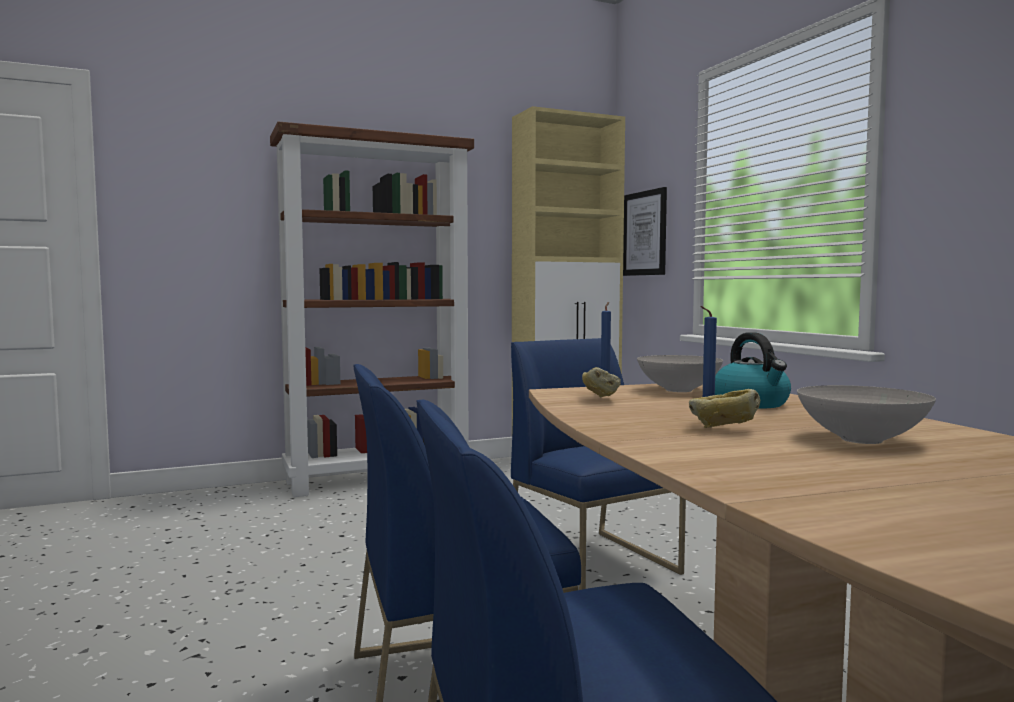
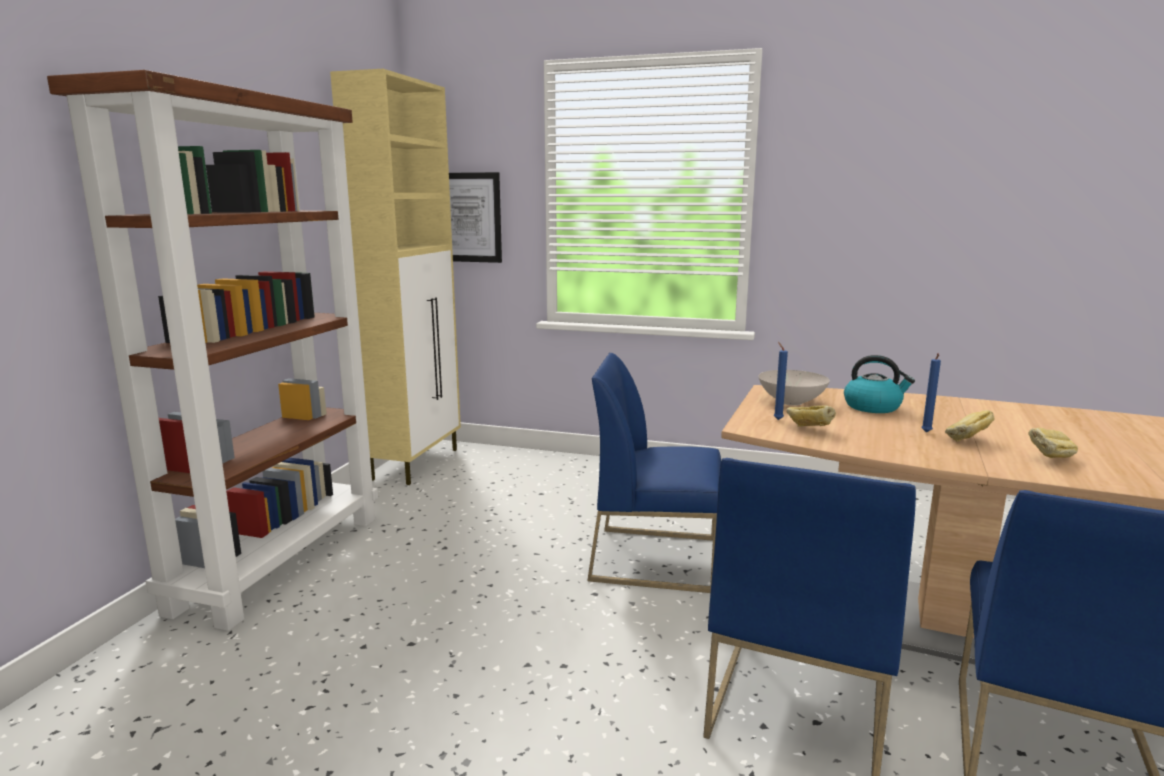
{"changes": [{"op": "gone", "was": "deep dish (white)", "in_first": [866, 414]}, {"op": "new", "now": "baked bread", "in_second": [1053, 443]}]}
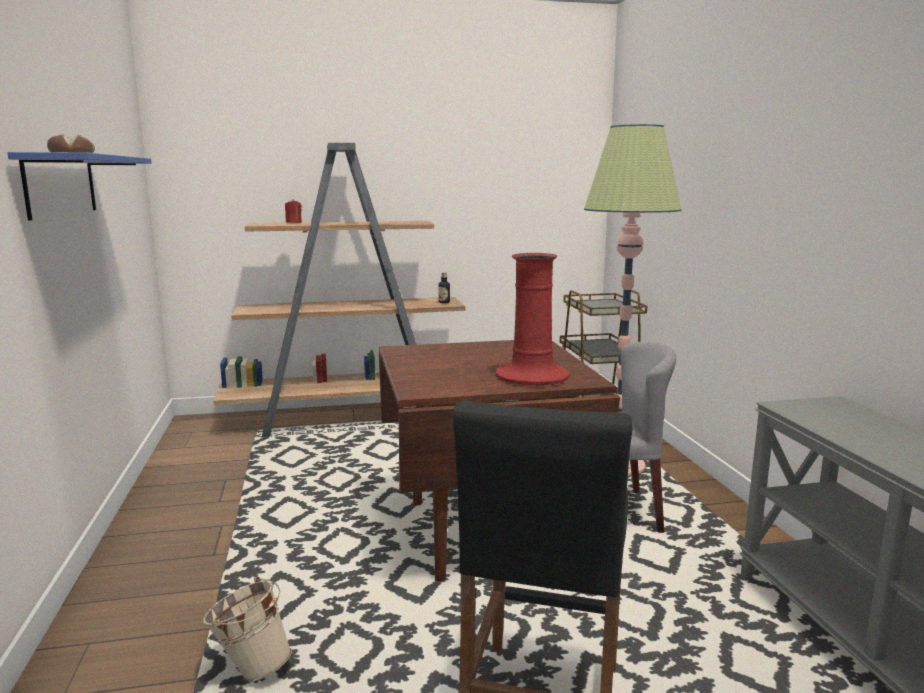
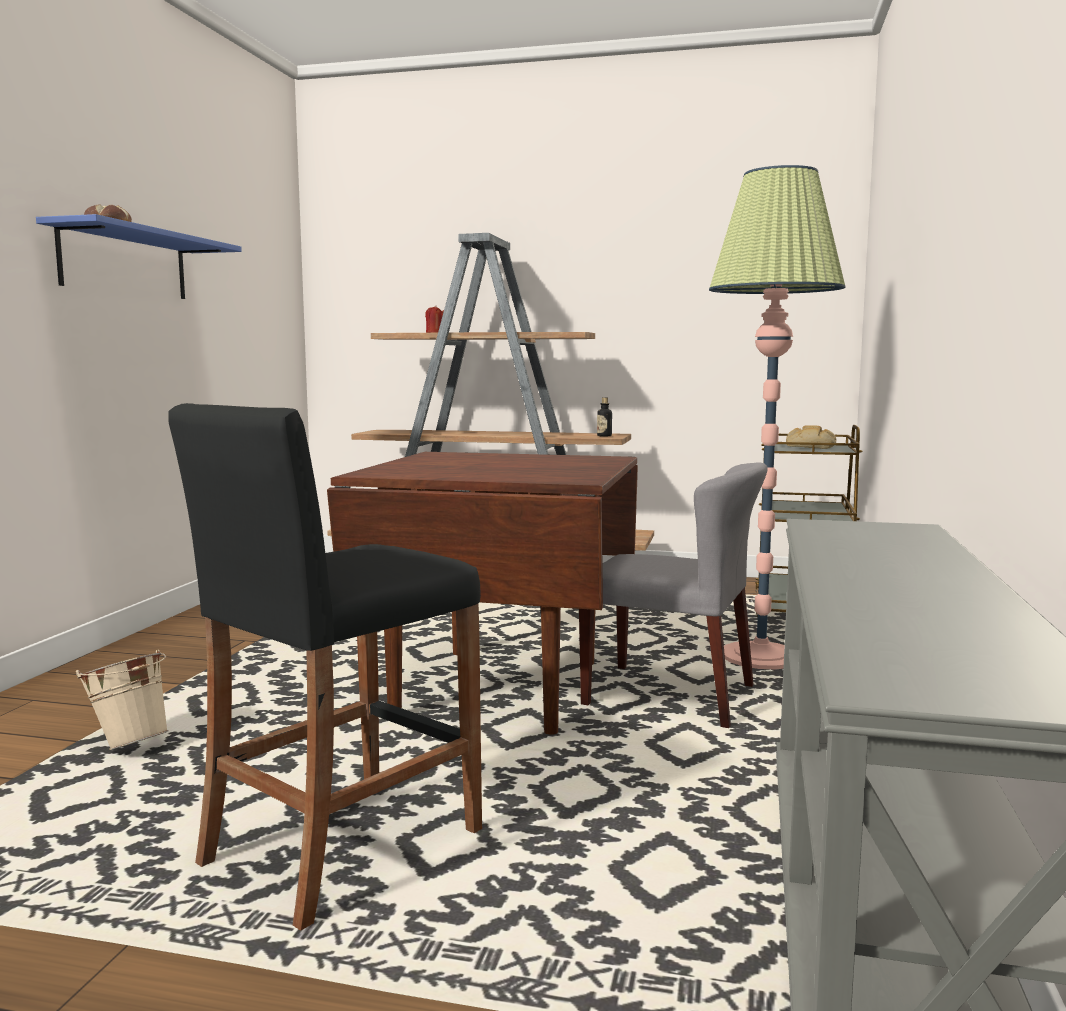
{"changes": [{"op": "gone", "was": "flower vase (red)", "in_first": [532, 319]}, {"op": "new", "now": "baked bread", "in_second": [811, 437]}]}
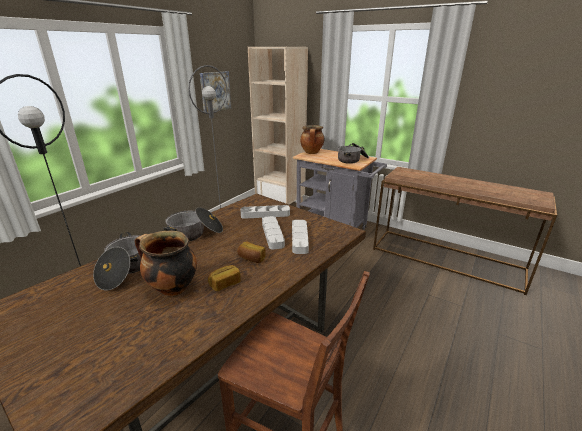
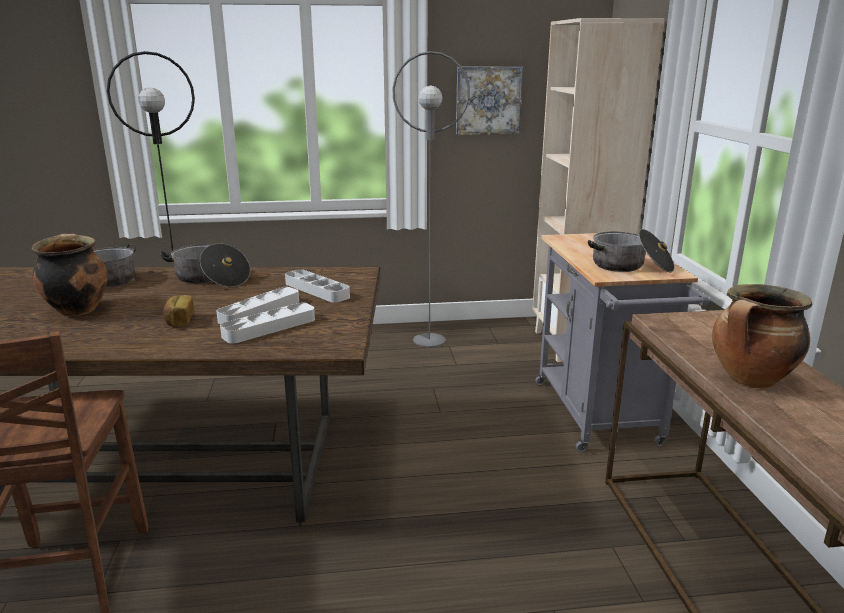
{"changes": [{"op": "gone", "was": "baked bread", "in_first": [224, 278]}, {"op": "shifted", "was": "saucepot", "in_first": [312, 139], "in_second": [762, 336]}]}
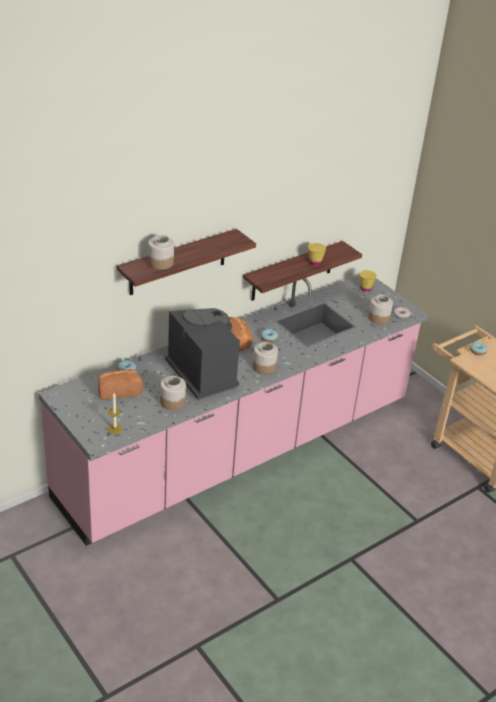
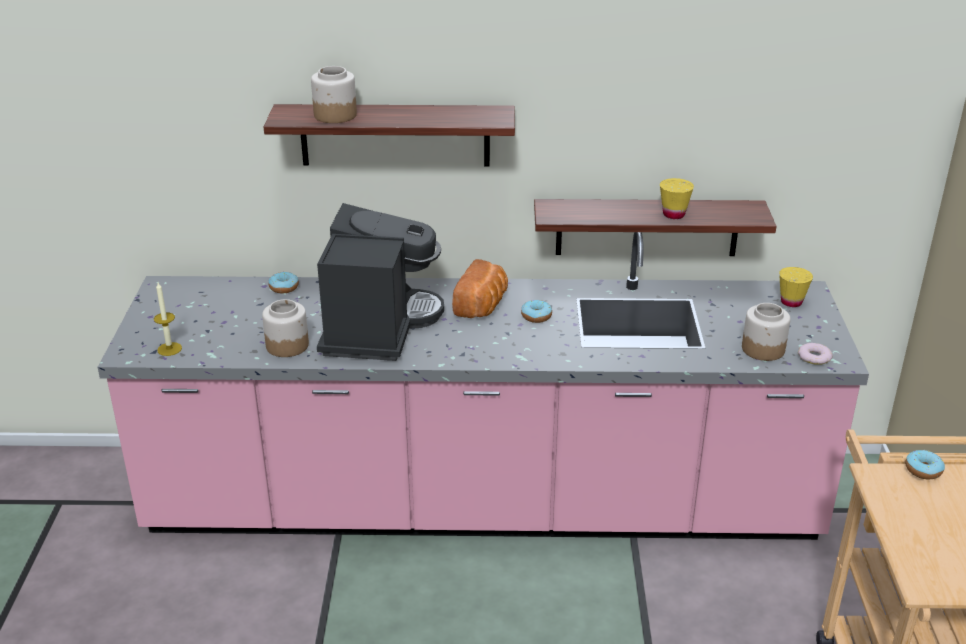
{"changes": [{"op": "gone", "was": "baked bread", "in_first": [120, 384]}, {"op": "gone", "was": "preserve jar", "in_first": [265, 358]}]}
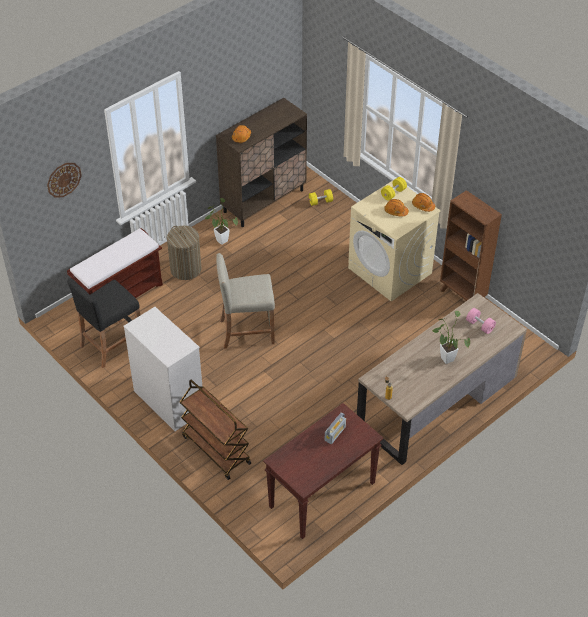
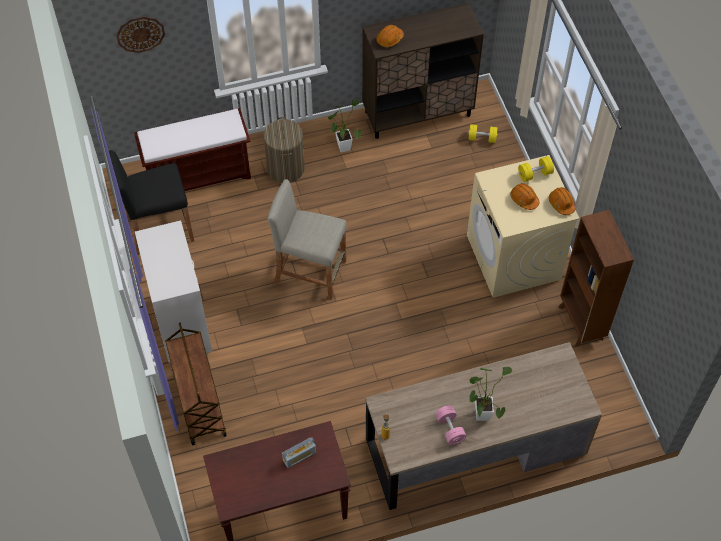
{"changes": [{"op": "shifted", "was": "dumbbell (pink)", "in_first": [481, 321], "in_second": [451, 425]}]}
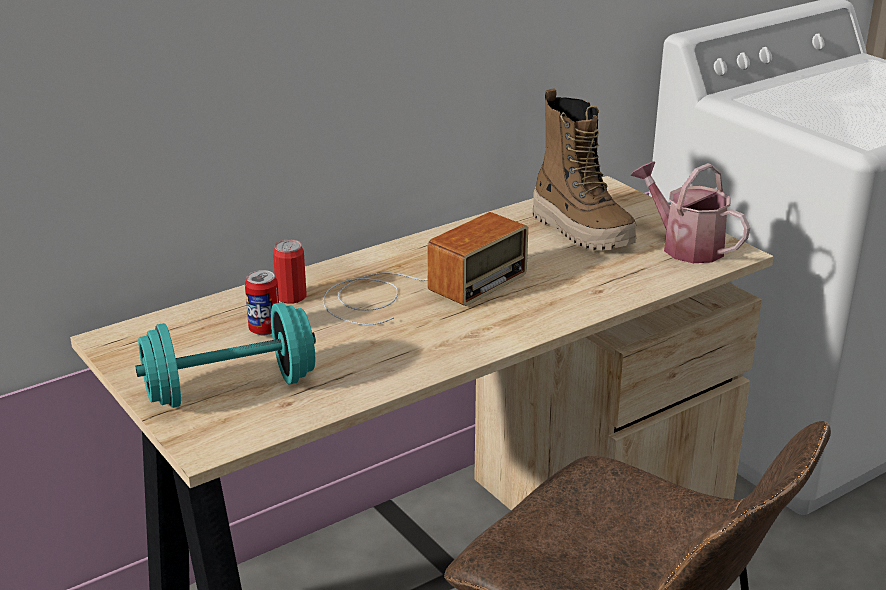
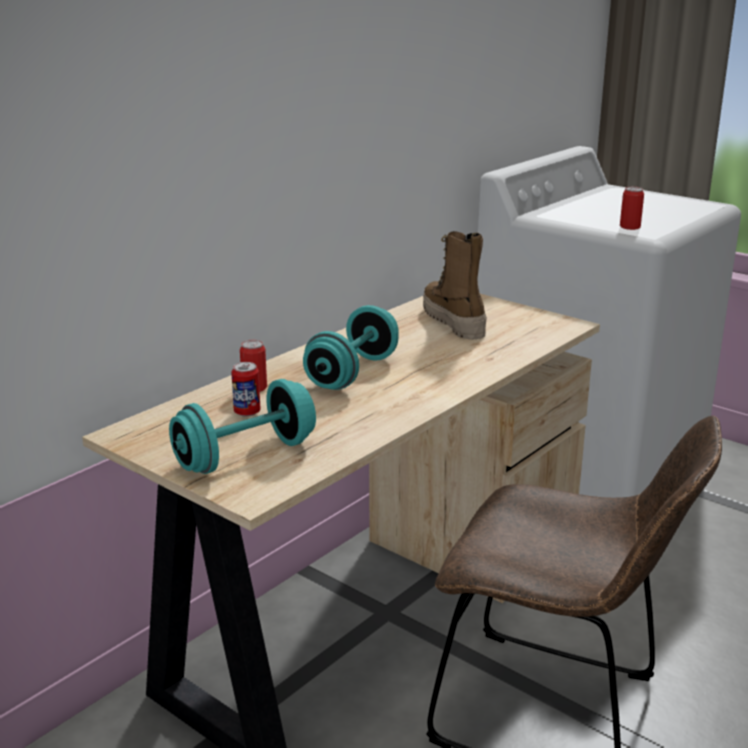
{"changes": [{"op": "swapped", "was": "radio", "now": "dumbbell (blue-green)", "in_first": [425, 268], "in_second": [351, 347]}, {"op": "rotated", "was": "boot", "in_first": [584, 169], "in_second": [455, 285], "clockwise": -150}, {"op": "gone", "was": "sprinkling can", "in_first": [690, 212]}, {"op": "new", "now": "metal can", "in_second": [632, 208]}]}
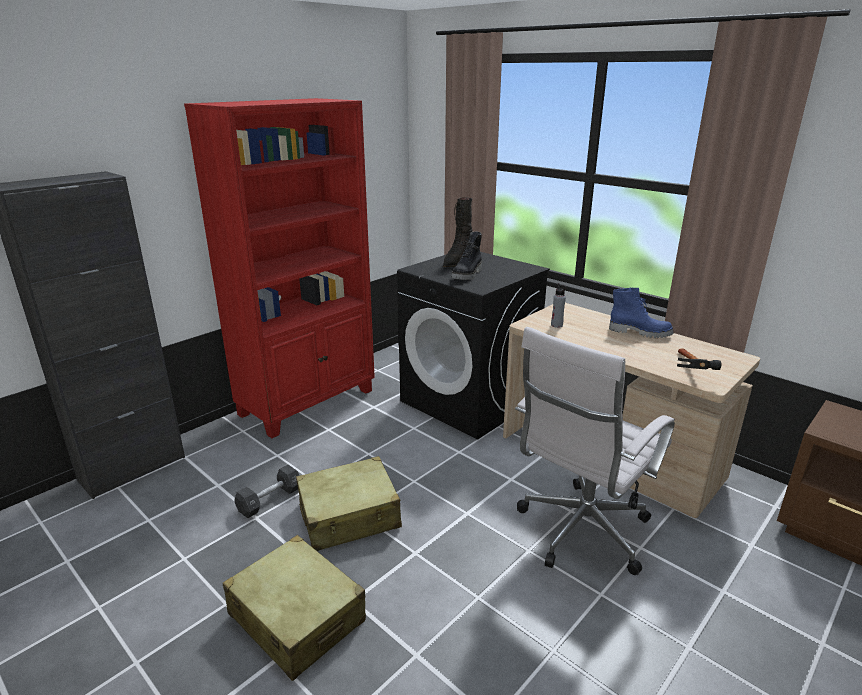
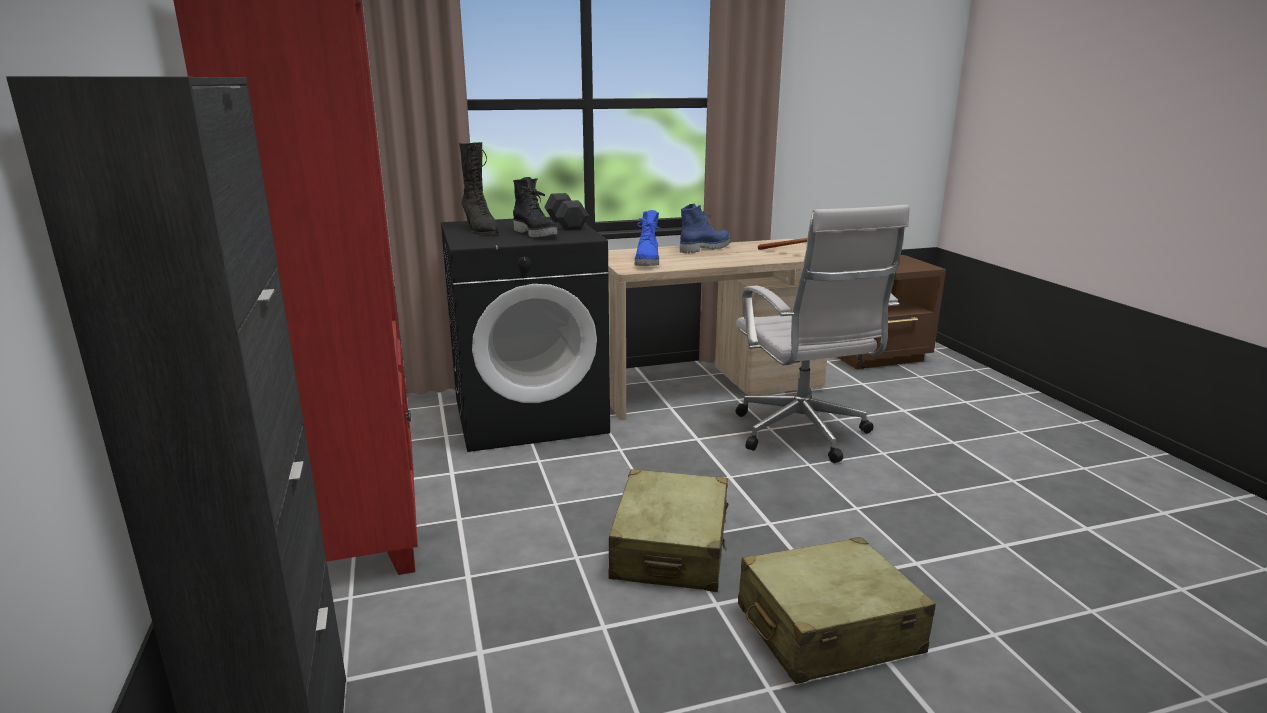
{"changes": [{"op": "shifted", "was": "dumbbell (blackish)", "in_first": [267, 491], "in_second": [566, 211]}, {"op": "swapped", "was": "beverage bottle (gray)", "now": "boot (bluish)", "in_first": [558, 305], "in_second": [647, 238]}]}
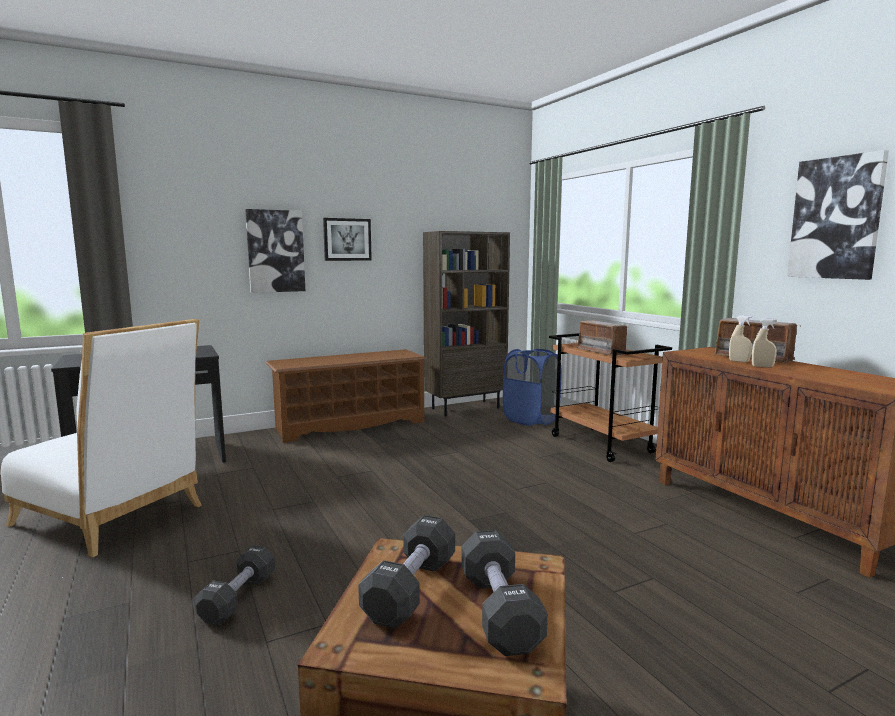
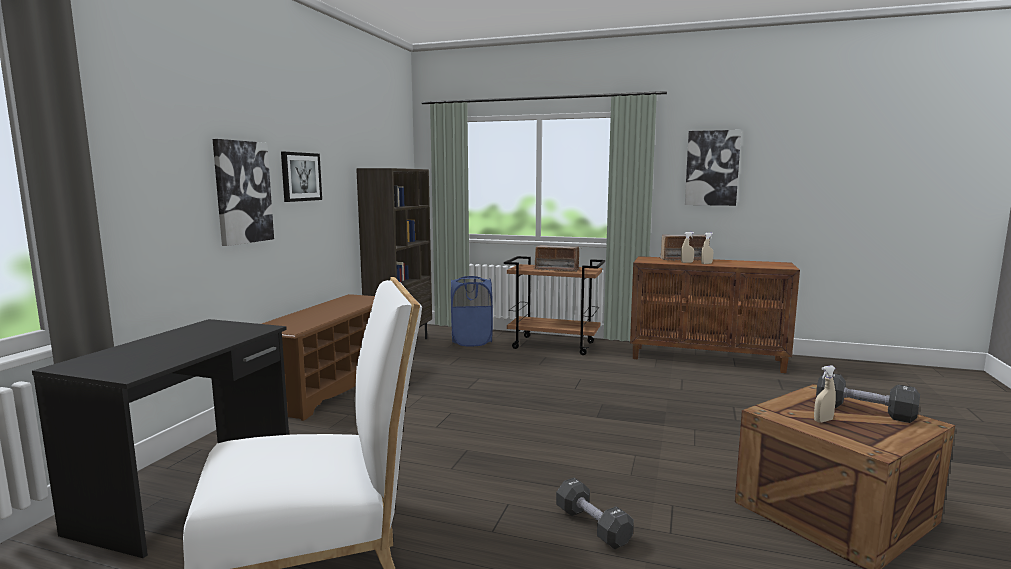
{"changes": [{"op": "swapped", "was": "dumbbell (blackish)", "now": "sprayer (beige)", "in_first": [406, 572], "in_second": [825, 394]}]}
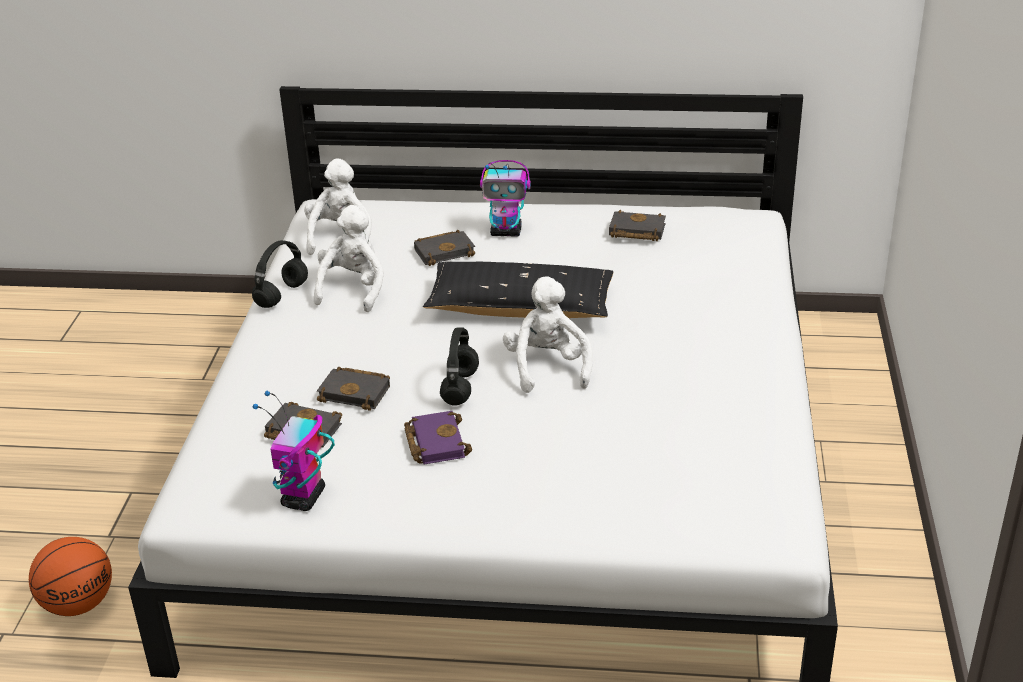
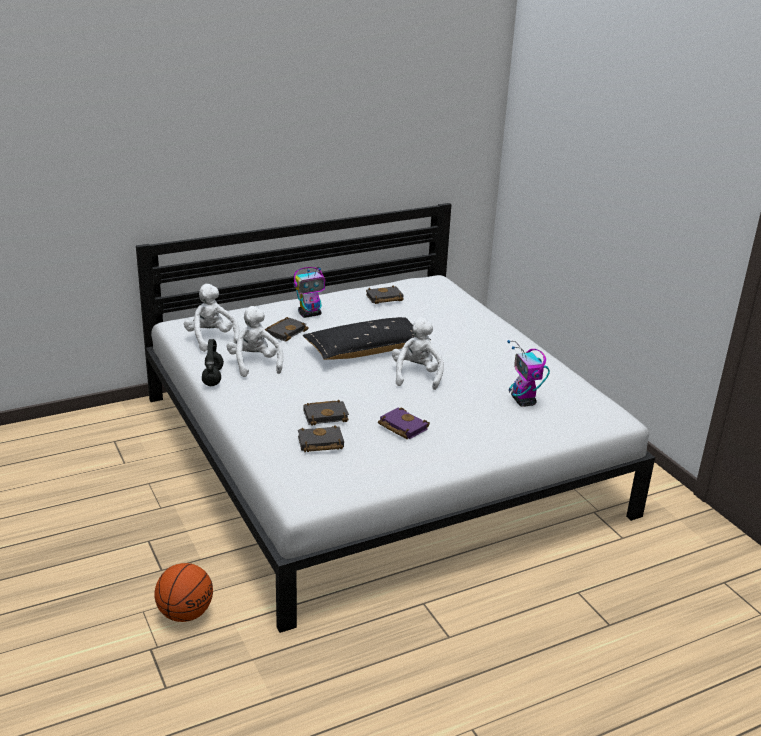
{"changes": [{"op": "shifted", "was": "robot figure", "in_first": [293, 451], "in_second": [528, 373]}, {"op": "gone", "was": "headphones (blackish)", "in_first": [459, 367]}, {"op": "rotated", "was": "plush toy (white)", "in_first": [548, 335], "in_second": [418, 353], "clockwise": 45}]}
